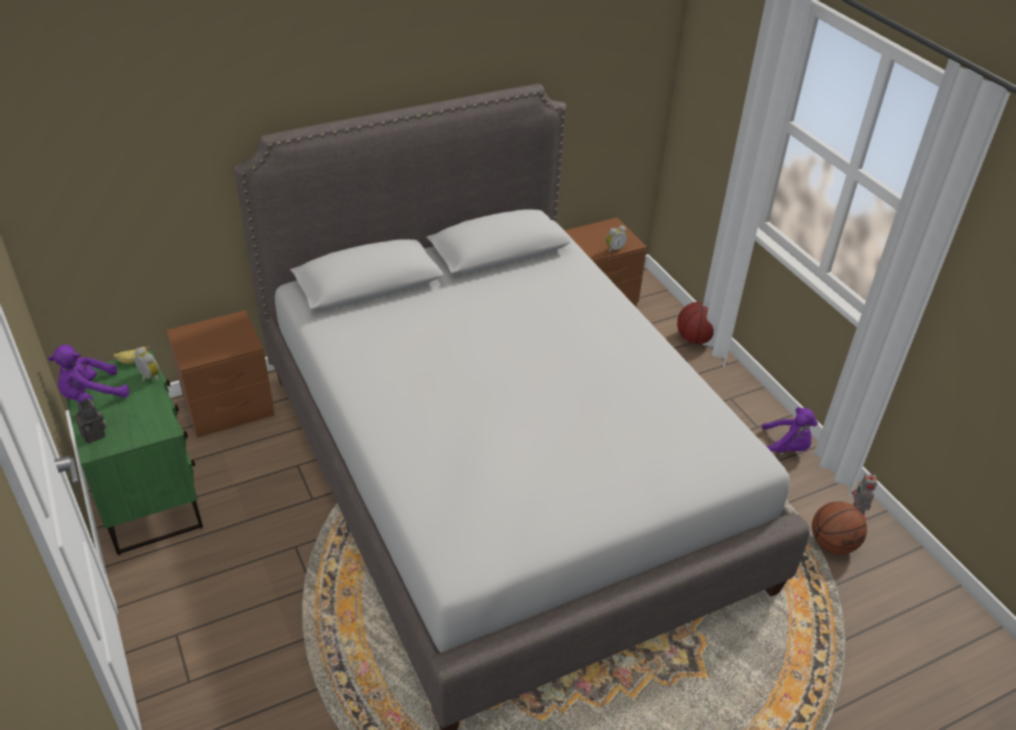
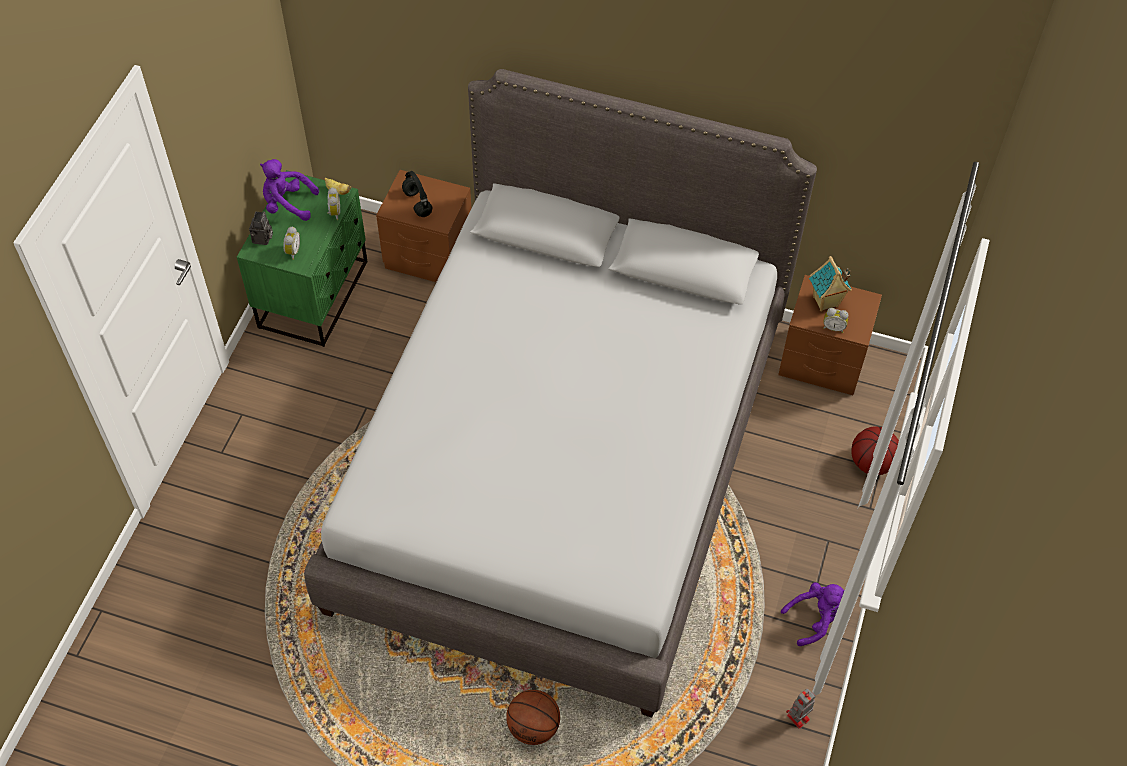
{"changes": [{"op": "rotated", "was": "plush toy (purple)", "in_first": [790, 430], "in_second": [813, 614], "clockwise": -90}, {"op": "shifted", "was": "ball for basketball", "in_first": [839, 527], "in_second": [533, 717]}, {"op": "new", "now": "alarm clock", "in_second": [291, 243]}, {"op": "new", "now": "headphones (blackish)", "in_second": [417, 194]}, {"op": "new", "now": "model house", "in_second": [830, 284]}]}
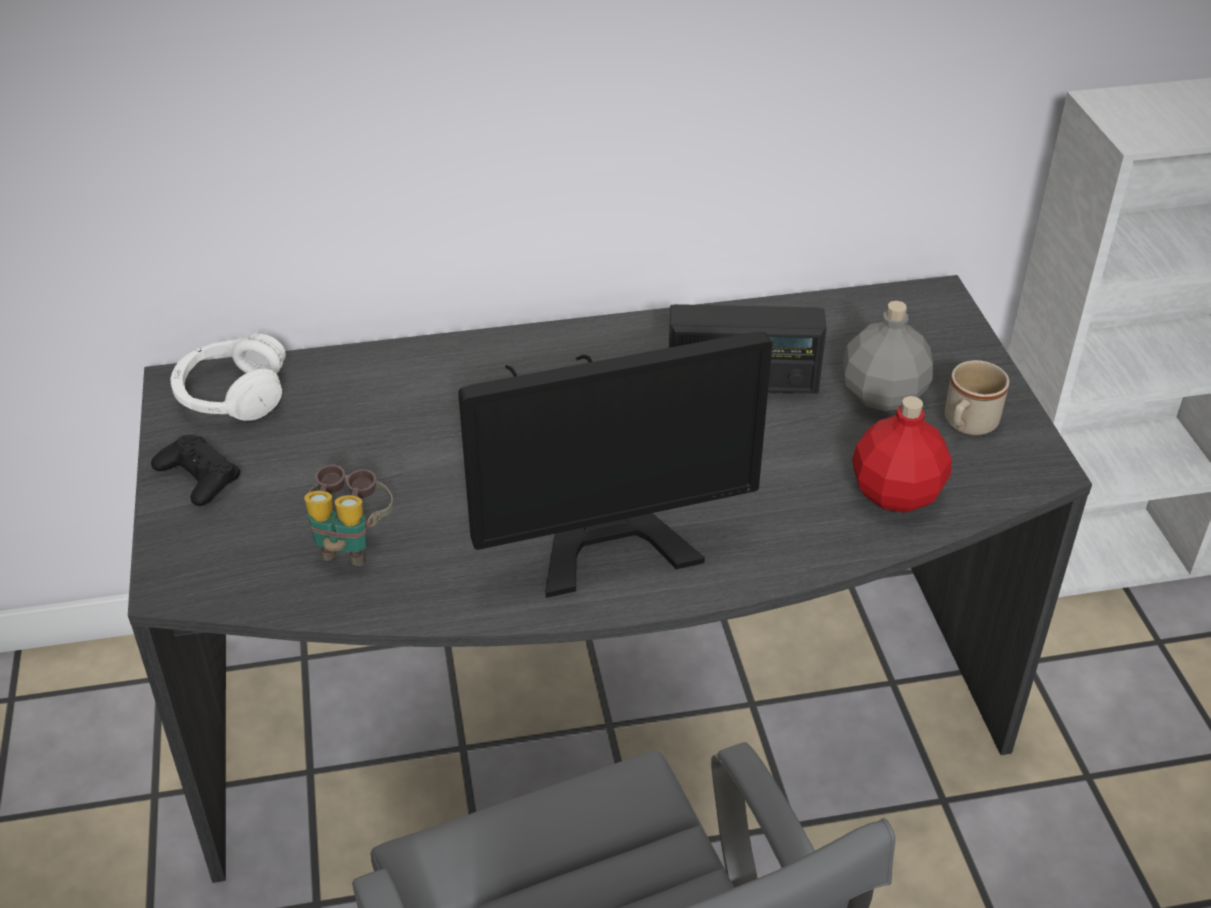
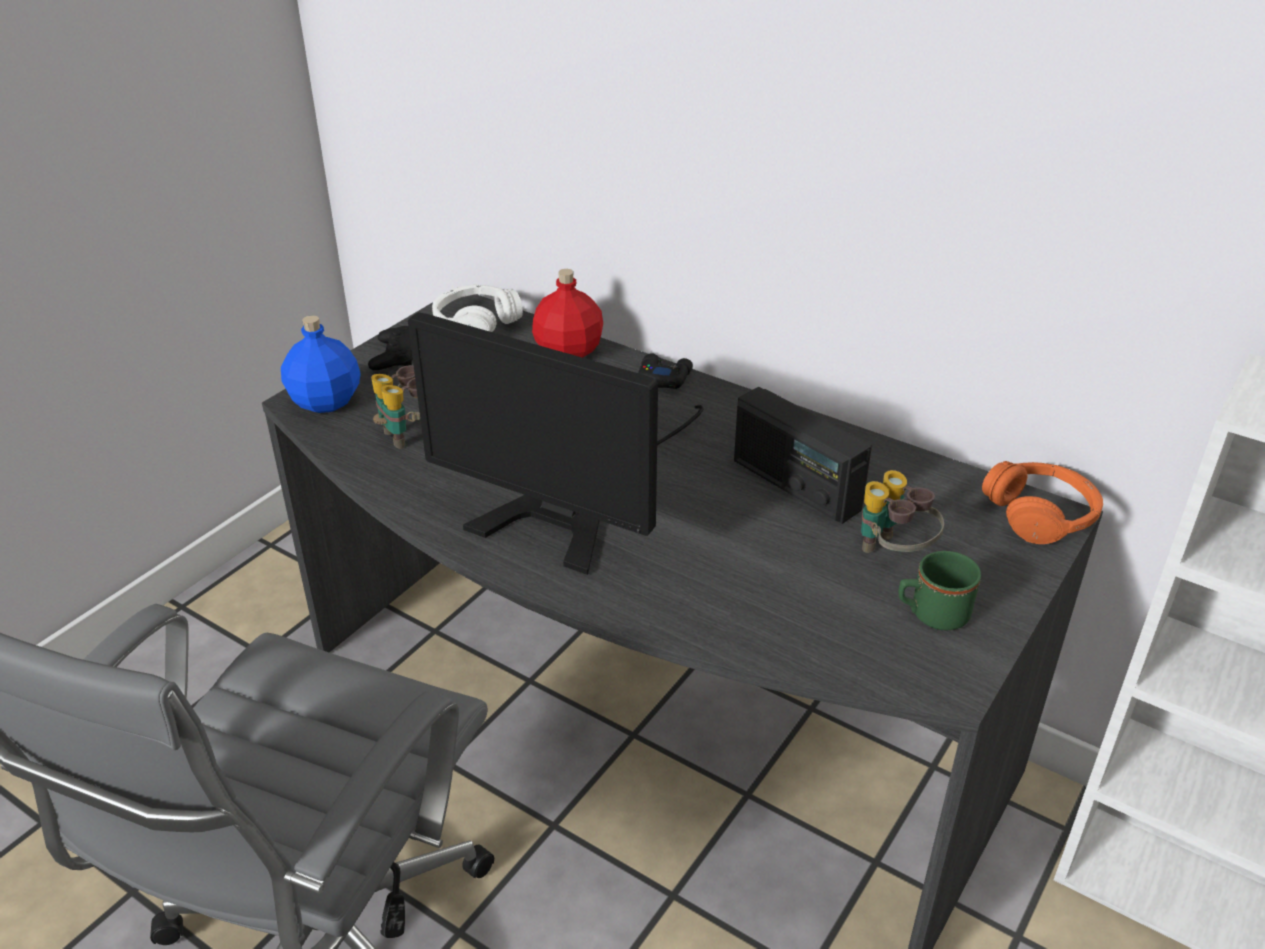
{"changes": [{"op": "swapped", "was": "beverage bottle (gray)", "now": "binoculars", "in_first": [888, 356], "in_second": [902, 511]}, {"op": "shifted", "was": "beverage bottle (red)", "in_first": [902, 454], "in_second": [567, 313]}, {"op": "repainted", "was": "coffee mug (beige)", "now": "coffee mug (green)", "in_first": [977, 397], "in_second": [939, 590]}, {"op": "new", "now": "beverage bottle (bluish)", "in_second": [321, 364]}, {"op": "new", "now": "game controller (blackish)", "in_second": [665, 371]}, {"op": "new", "now": "headphones (orange-coloured)", "in_second": [1042, 502]}]}
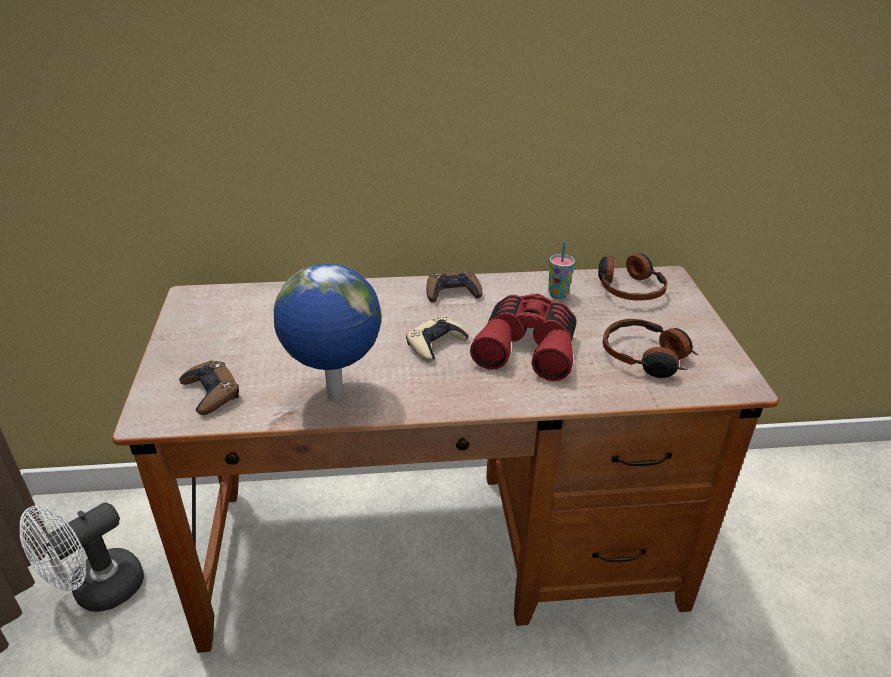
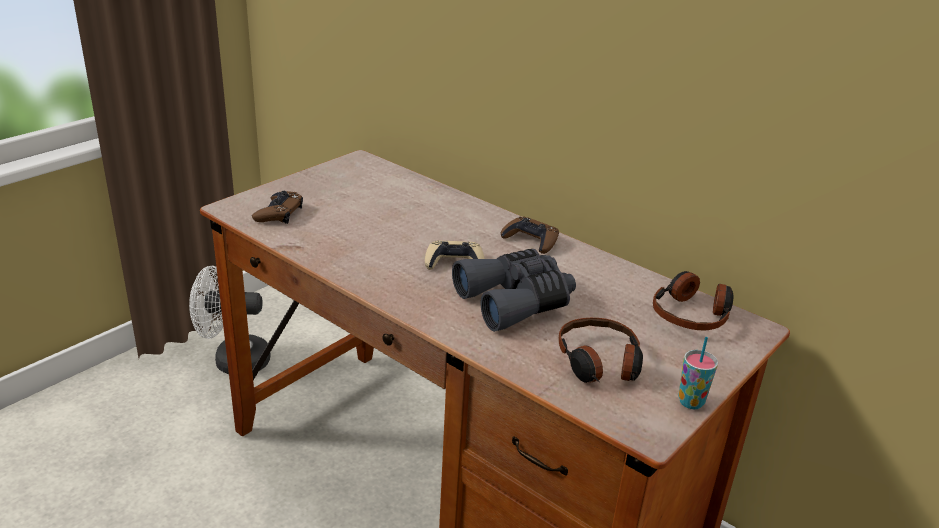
{"changes": [{"op": "gone", "was": "desk globe", "in_first": [328, 332]}, {"op": "repainted", "was": "binoculars (red)", "now": "binoculars (gray)", "in_first": [523, 337], "in_second": [514, 290]}, {"op": "shifted", "was": "drinking cup", "in_first": [561, 270], "in_second": [698, 373]}]}
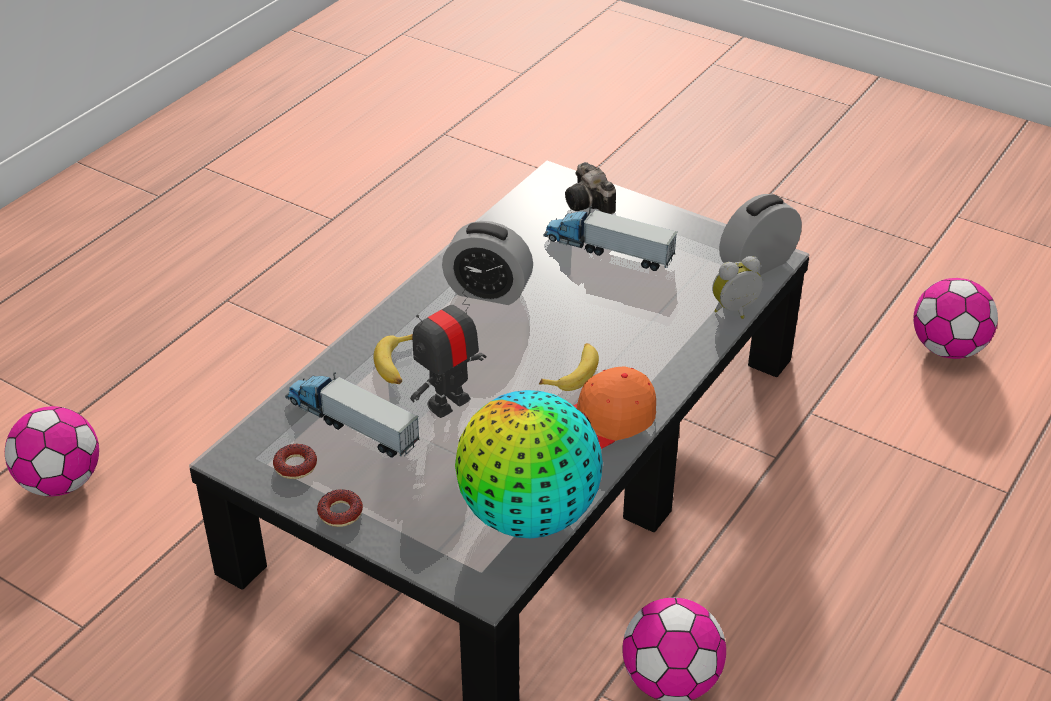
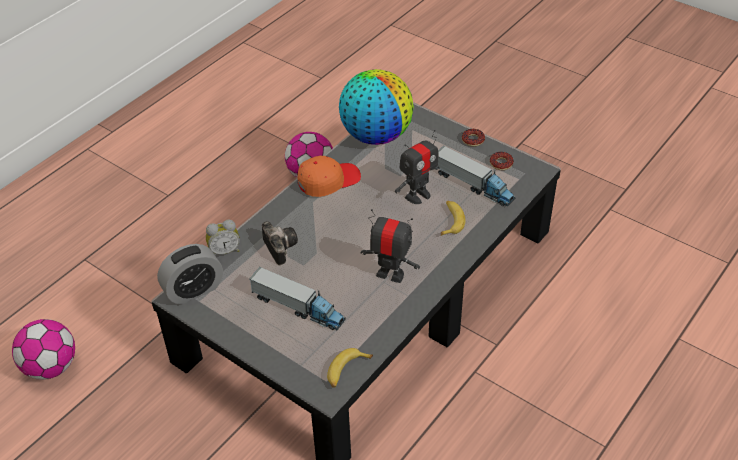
{"changes": [{"op": "gone", "was": "ball for football", "in_first": [52, 451]}, {"op": "swapped", "was": "alarm clock", "now": "robot figure", "in_first": [487, 263], "in_second": [390, 246]}, {"op": "shifted", "was": "banana", "in_first": [569, 367], "in_second": [350, 368]}, {"op": "shifted", "was": "photo camera", "in_first": [590, 188], "in_second": [280, 243]}]}
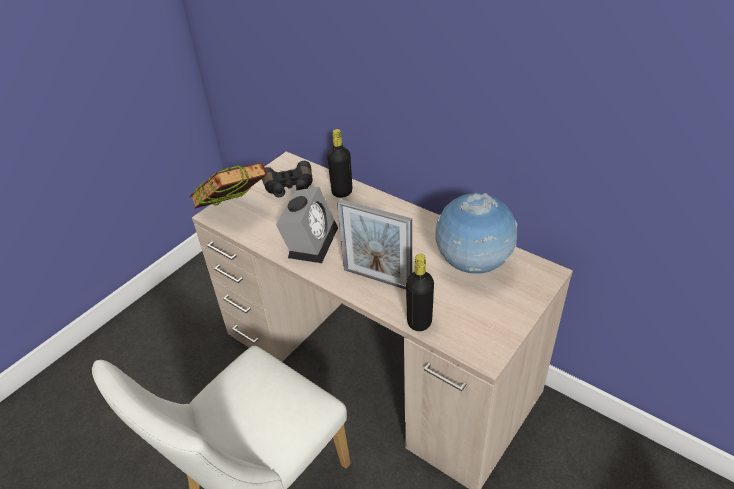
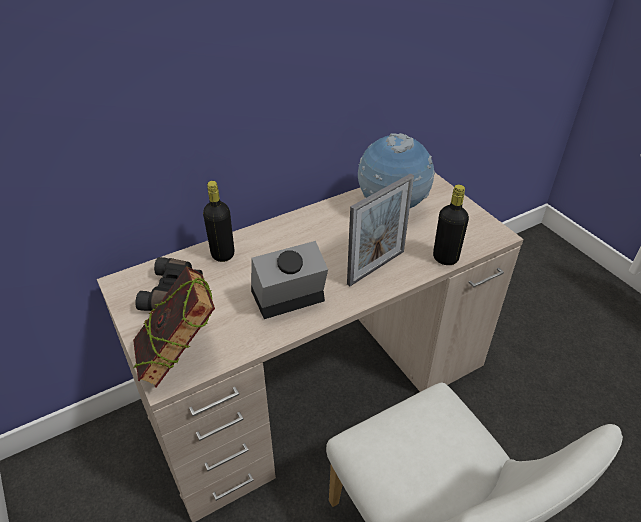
{"changes": [{"op": "rotated", "was": "alarm clock", "in_first": [307, 225], "in_second": [289, 280], "clockwise": -60}]}
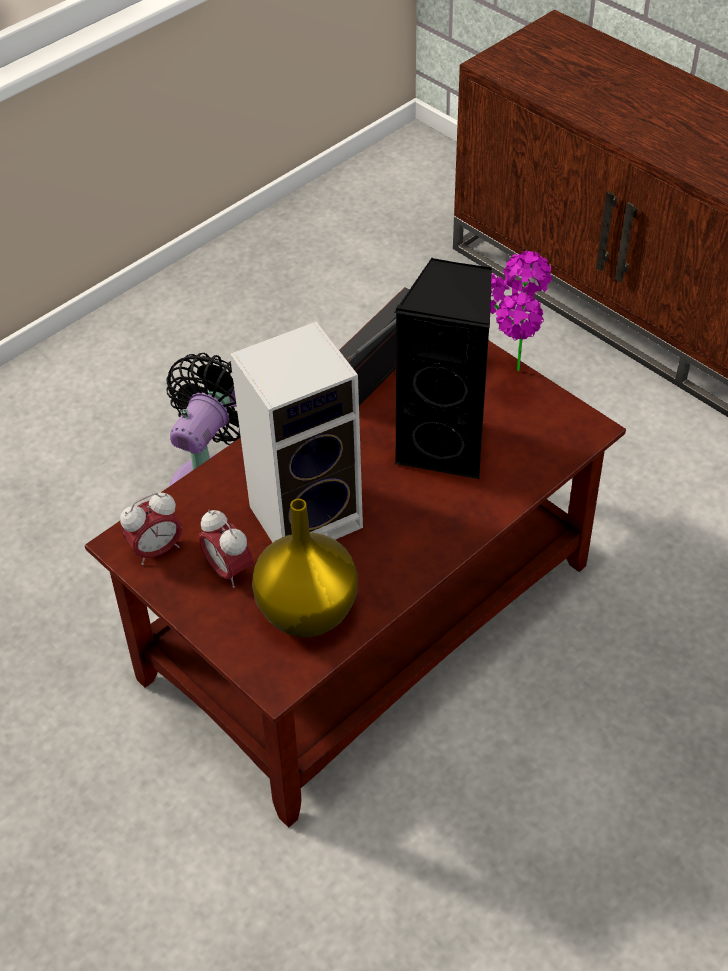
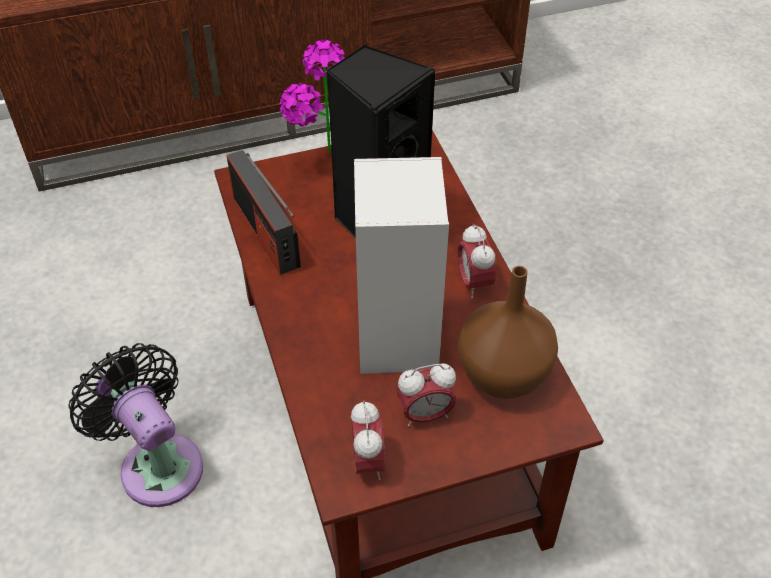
{"changes": [{"op": "repainted", "was": "flower vase (yellowish)", "now": "flower vase (brownish)", "in_first": [305, 568], "in_second": [508, 332]}, {"op": "new", "now": "alarm clock", "in_second": [476, 261]}]}
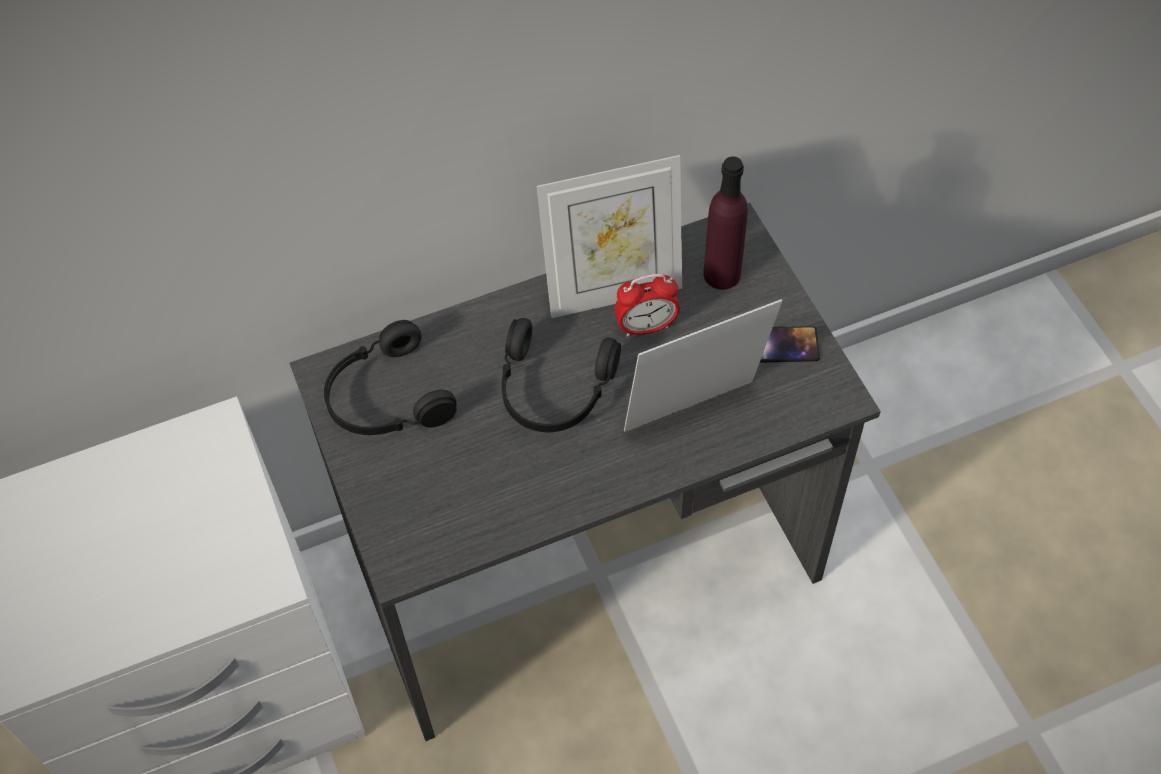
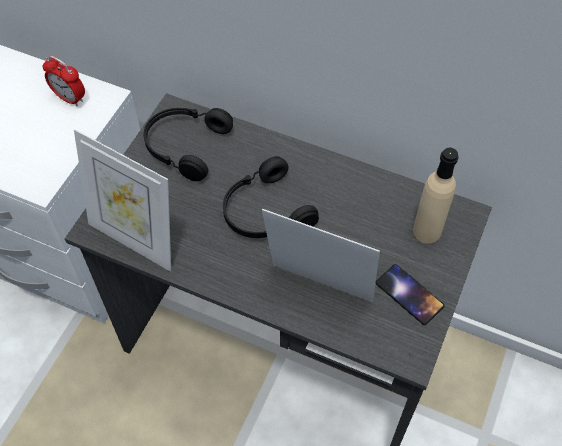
{"changes": [{"op": "shifted", "was": "photo frame", "in_first": [609, 236], "in_second": [122, 200]}, {"op": "shifted", "was": "alarm clock", "in_first": [647, 305], "in_second": [64, 81]}, {"op": "repainted", "was": "beverage bottle (purple)", "now": "beverage bottle (beige)", "in_first": [725, 223], "in_second": [436, 195]}]}
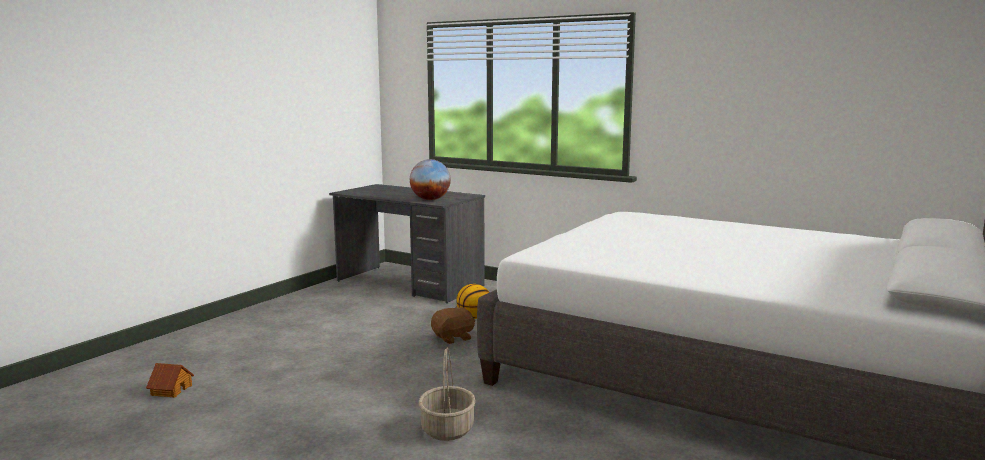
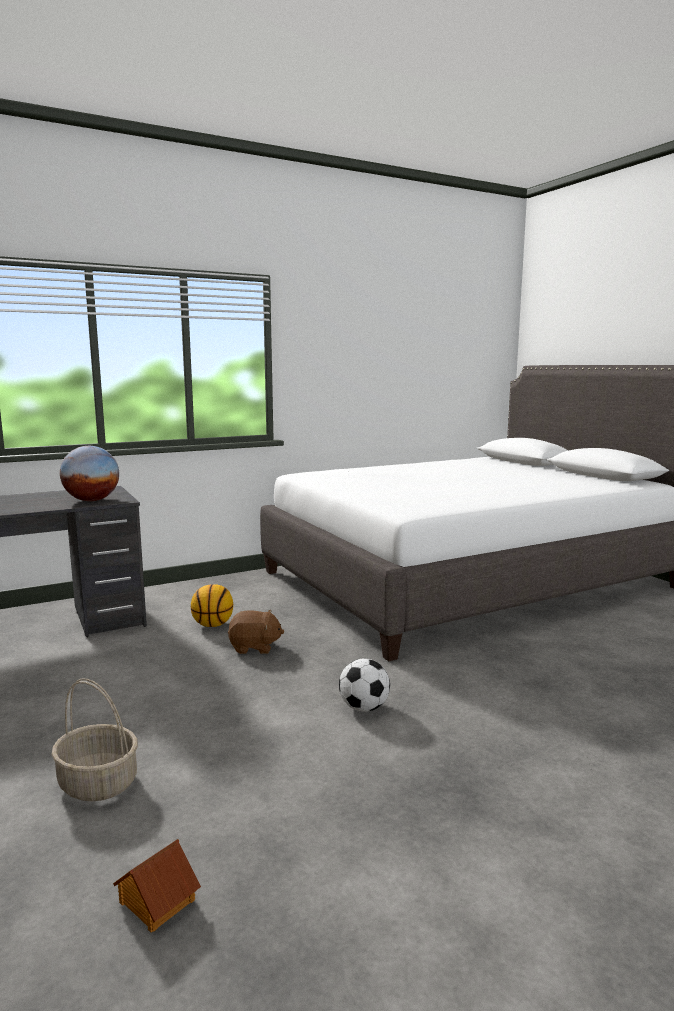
{"changes": [{"op": "shifted", "was": "household basket", "in_first": [447, 394], "in_second": [95, 739]}, {"op": "rotated", "was": "plush toy (brownish)", "in_first": [453, 325], "in_second": [256, 632], "clockwise": 90}, {"op": "new", "now": "ball for football", "in_second": [364, 685]}]}
